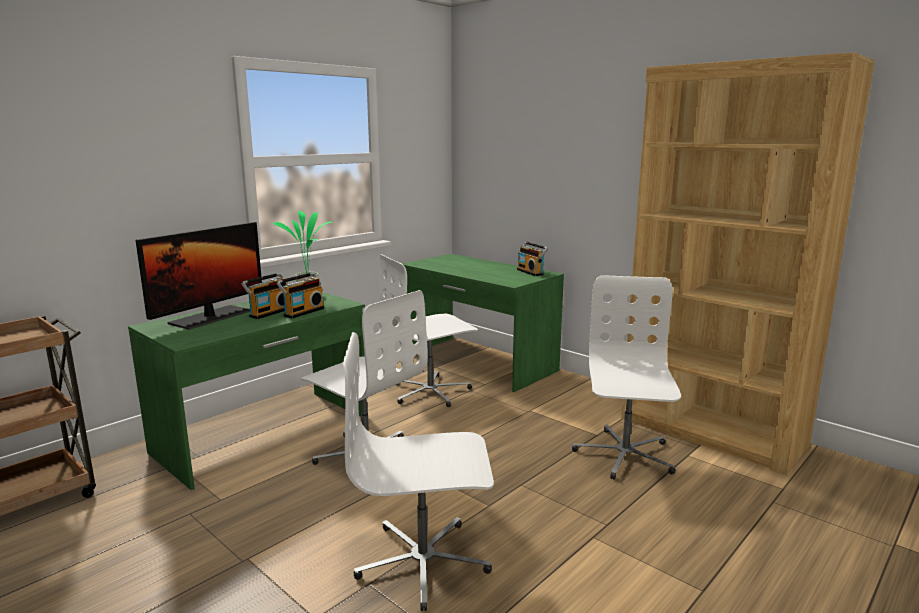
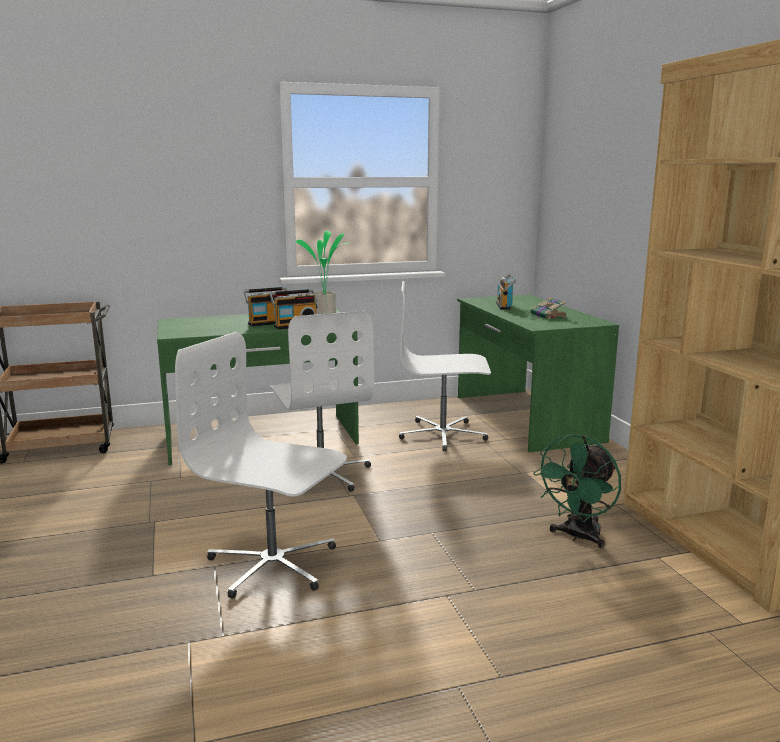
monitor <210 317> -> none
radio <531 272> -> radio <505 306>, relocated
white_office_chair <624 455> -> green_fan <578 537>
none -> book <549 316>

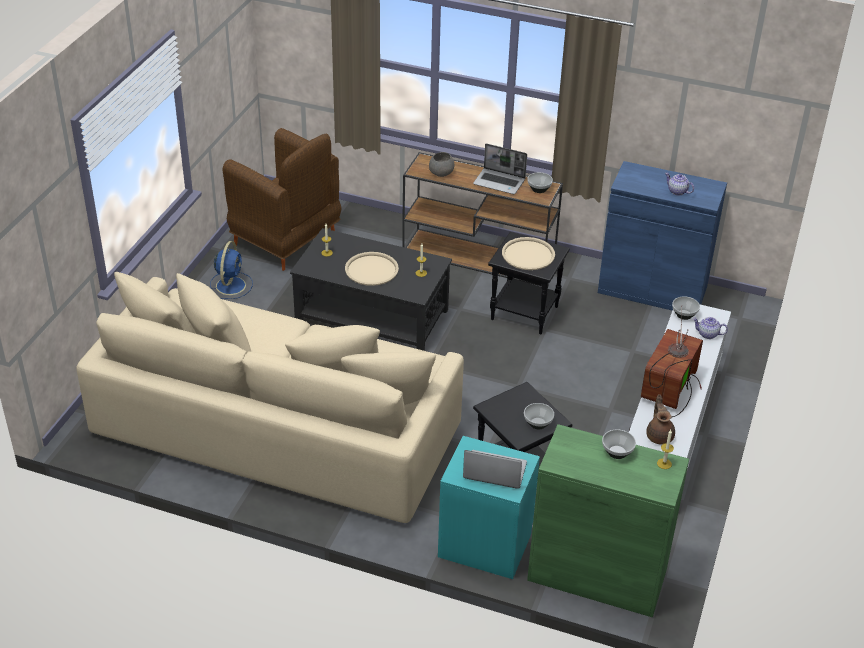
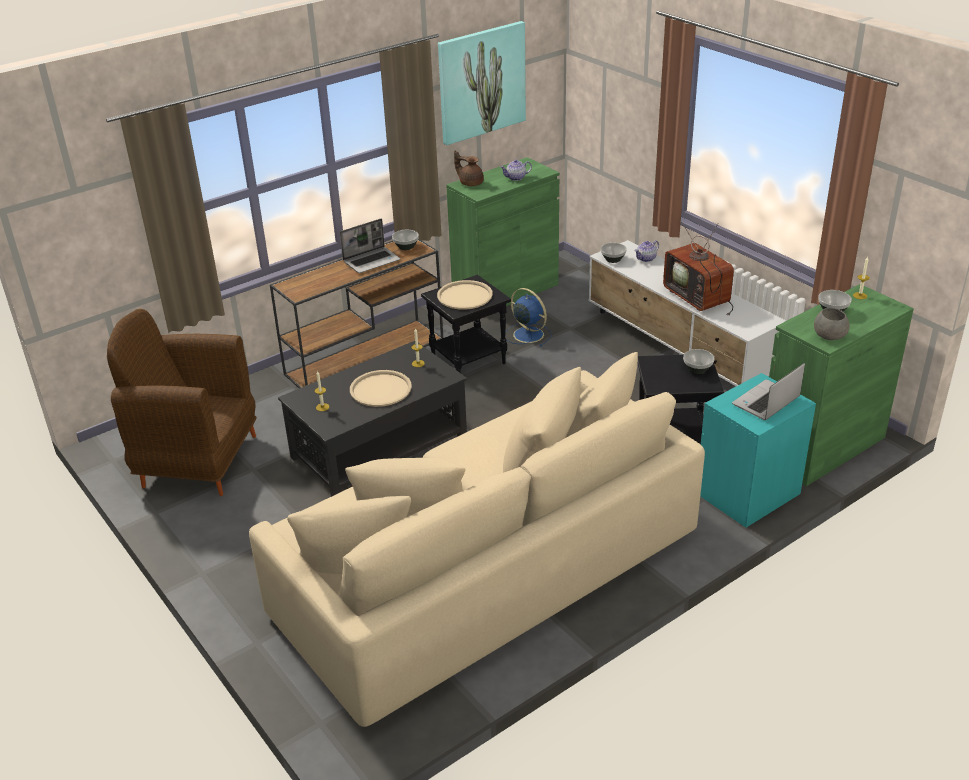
brown_armchair <286 241> -> brown_armchair <198 461>, 150 degrees counterclockwise
grey_bowl <441 172> -> grey_bowl <829 335>, relocated
blue_cabinet <652 290> -> green_cabinet <505 291>
blue_fan <231 285> -> blue_fan <527 334>, relocated
brown_teapot <659 435> -> brown_teapot <470 183>, relocated
none -> picture <481 82>

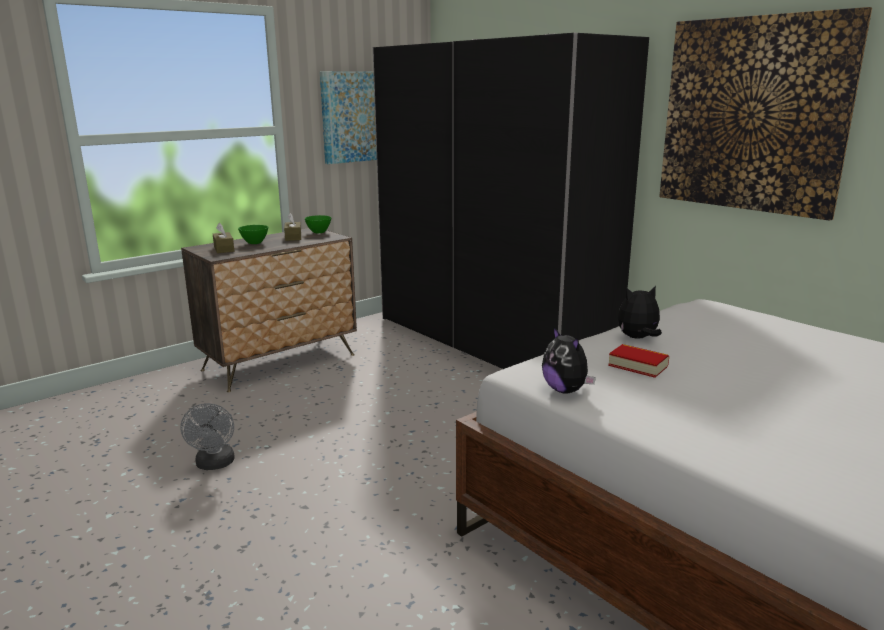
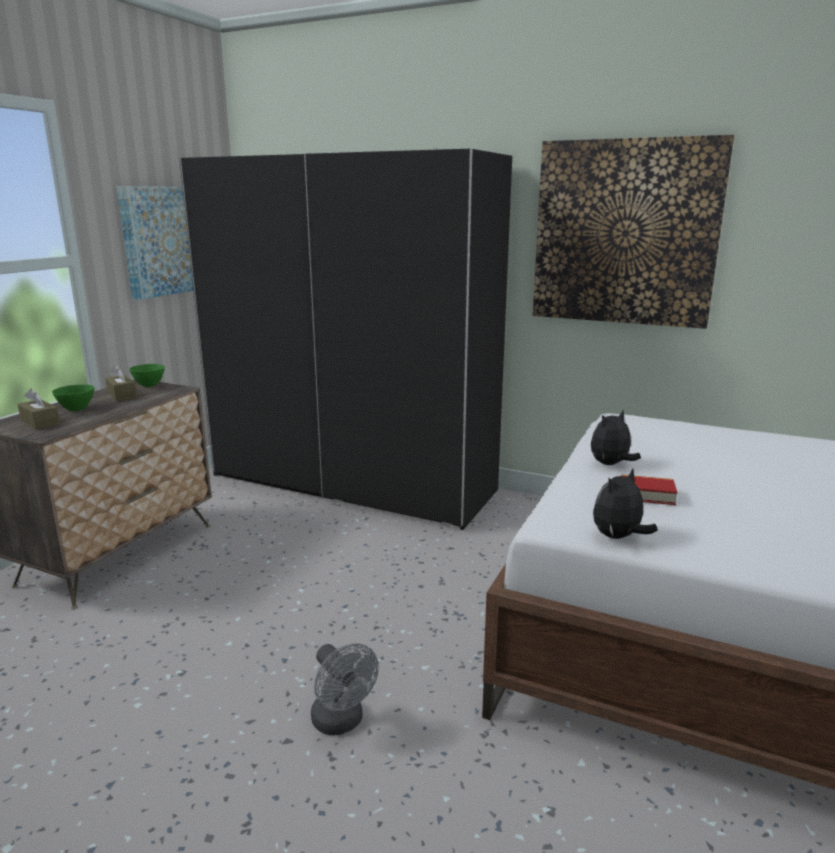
plush_toy <566 390> -> plush_toy <618 537>, 105 degrees clockwise
grey_fan <215 464> -> grey_fan <342 722>, relocated

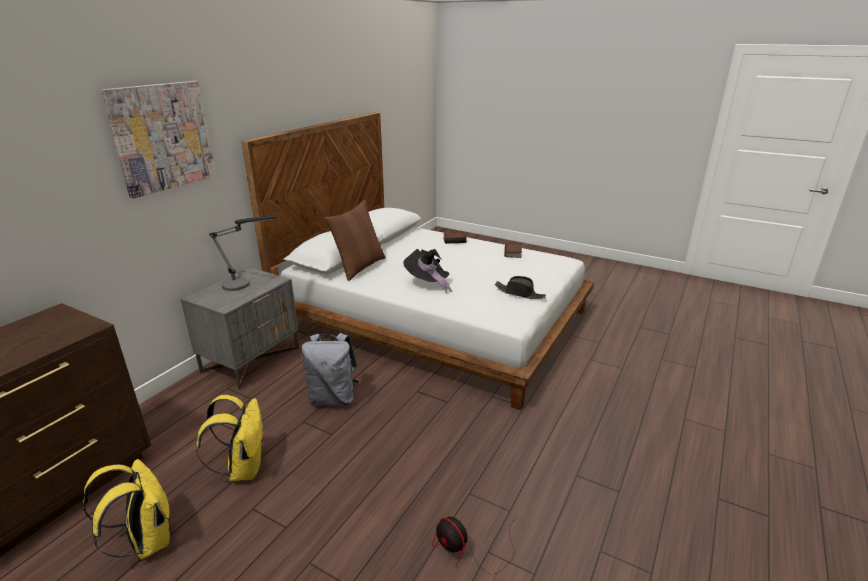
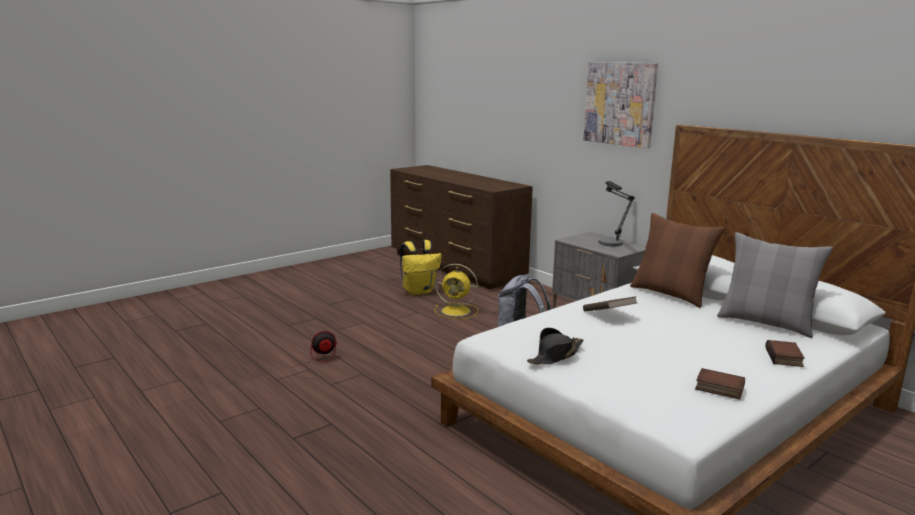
black_hat <427 283> -> brown_book <608 315>
yellow_backpack <244 468> -> yellow_fan <457 311>
none -> grey_pillow <765 323>

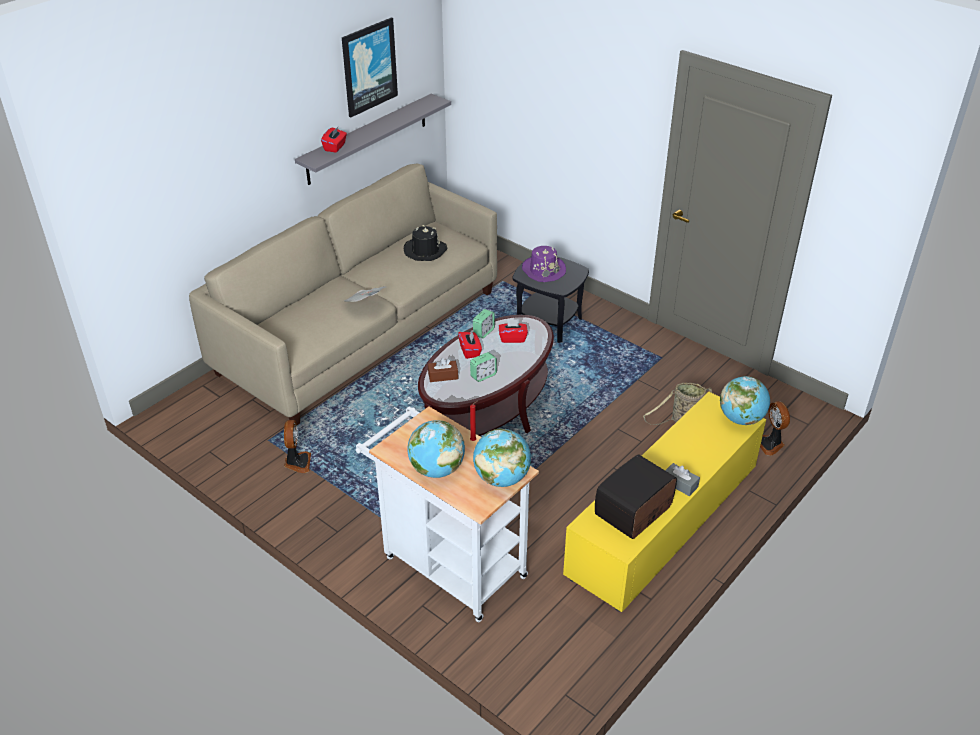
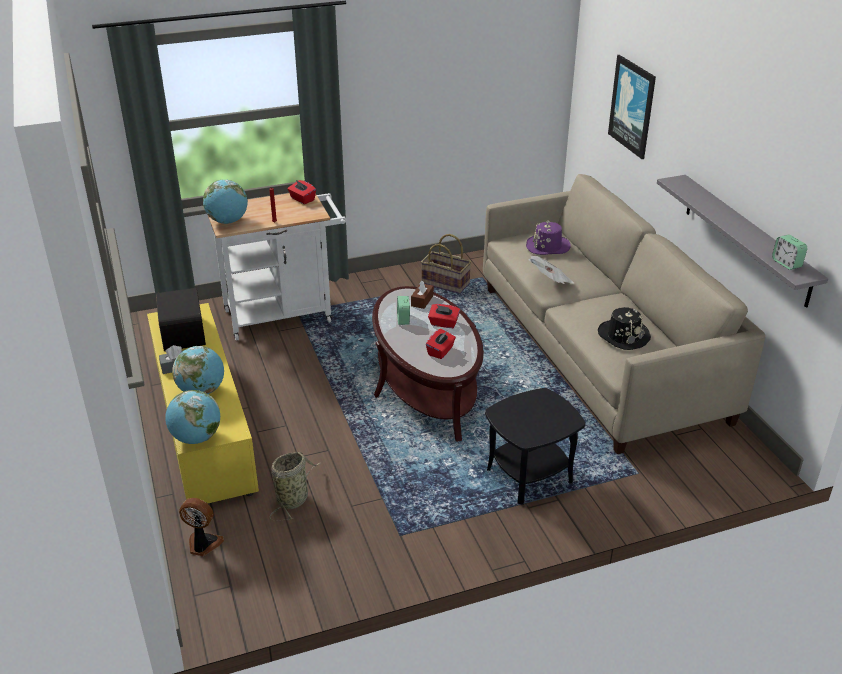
picture <369 67> -> picture <632 106>, relocated
red_tissue_box <335 147> -> red_tissue_box <302 199>, relocated
purple_hat <543 270> -> purple_hat <548 246>, relocated
alarm_clock <483 332> -> alarm_clock <786 263>, relocated
fan <297 462> -> basket <446 283>
globe <436 469> -> globe <202 391>, relocated

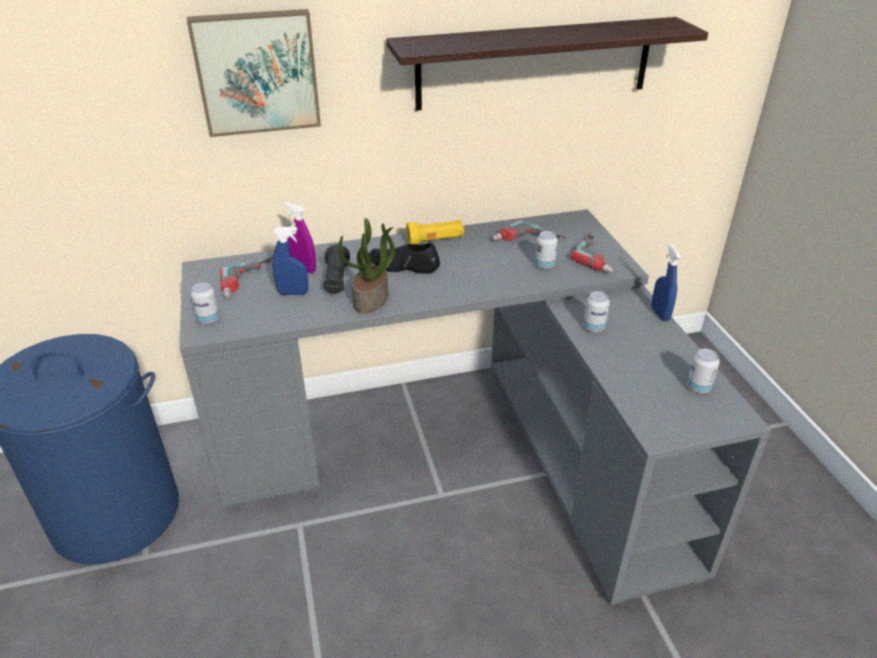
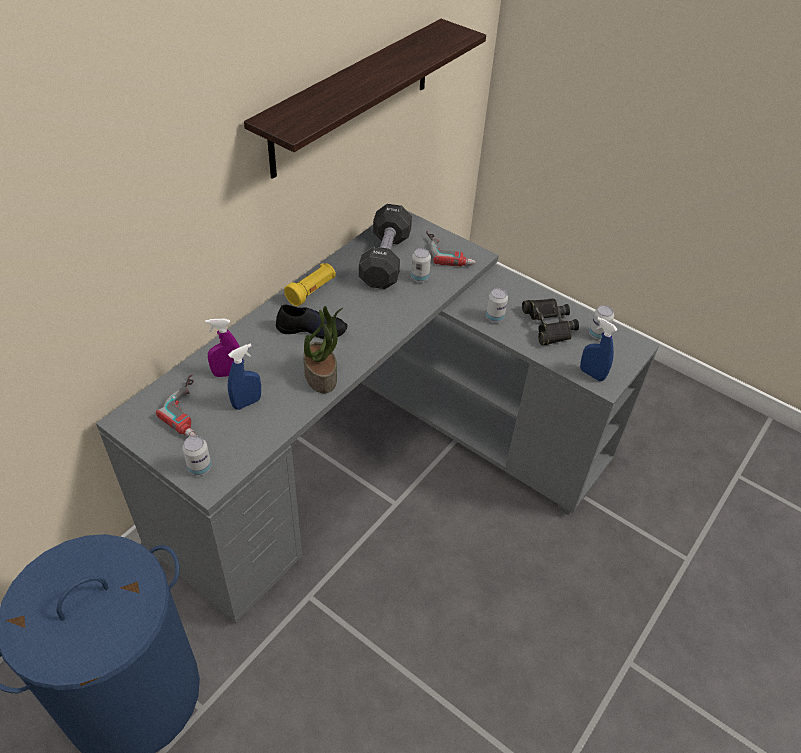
picture <257 72> -> none
power_drill <527 242> -> black_dumbbell <385 260>
blue_spray_bottle <660 314> -> blue_spray_bottle <591 374>, relocated
black_shoe <404 266> -> black_shoe <312 329>, 150 degrees counterclockwise
black_flashlight <336 280> -> none
none -> black_binoculars <548 325>

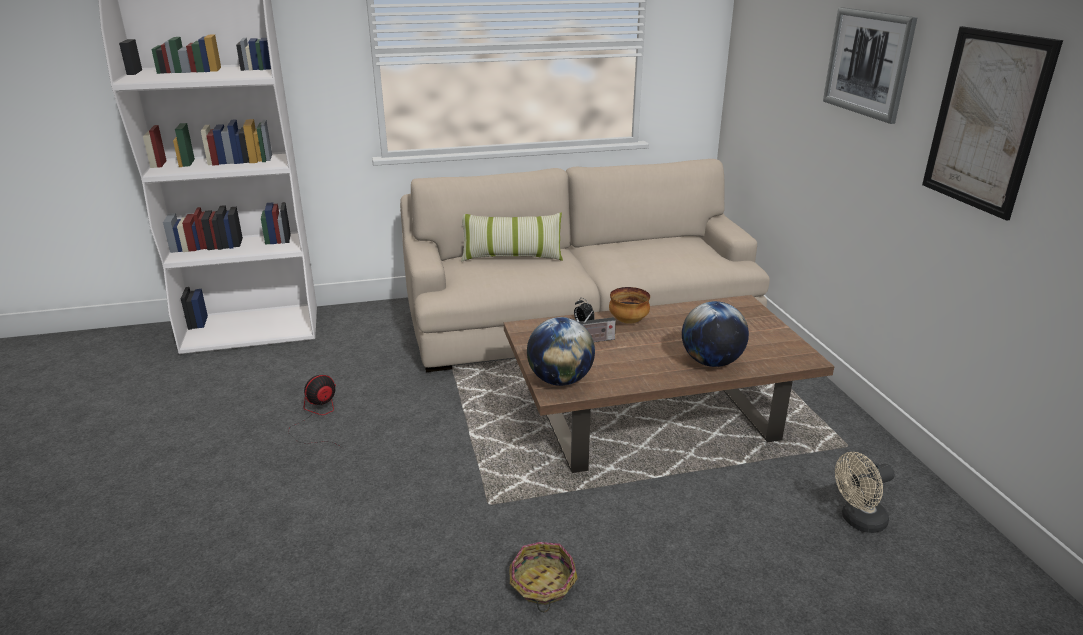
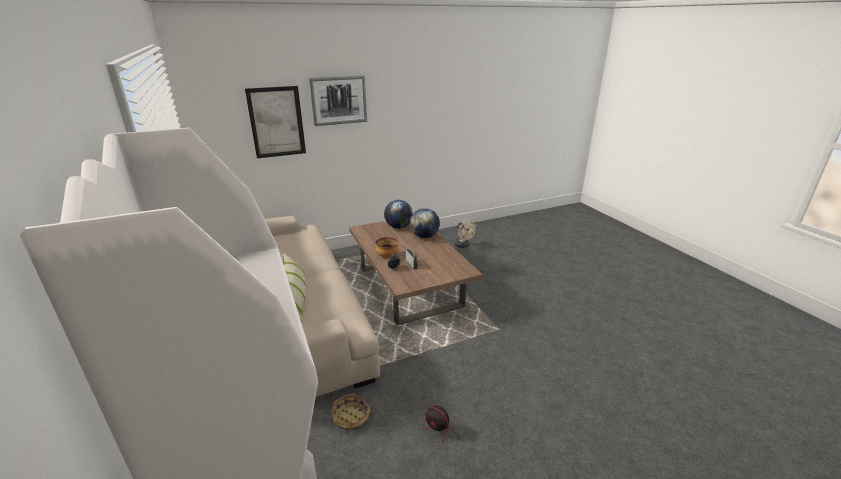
picture <985 121> -> picture <276 122>, relocated
globe <560 380> -> globe <398 227>, relocated
basket <542 585> -> basket <351 418>, relocated

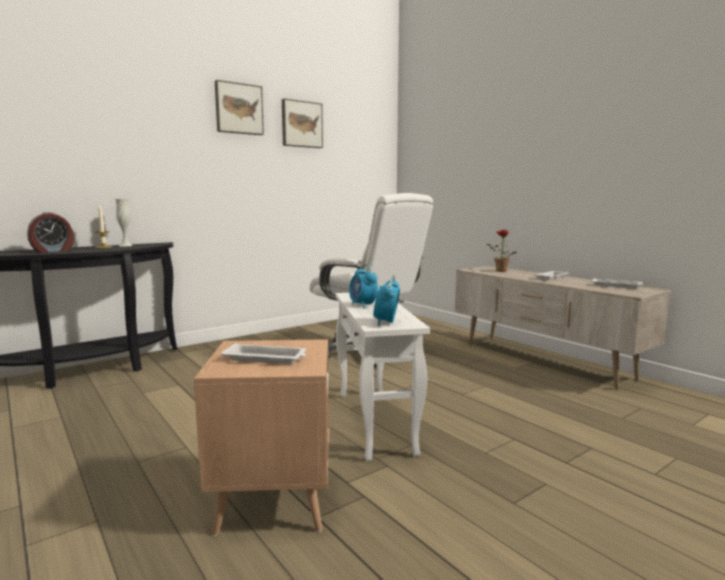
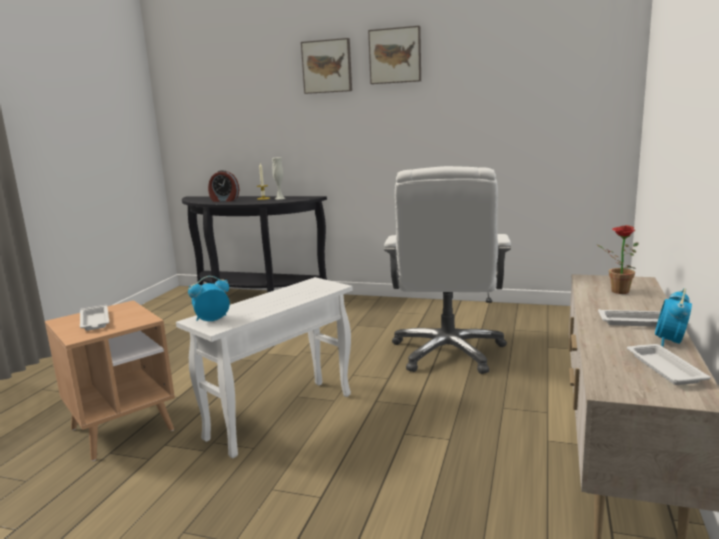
picture <301 124> -> picture <327 66>, relocated
alarm_clock <363 305> -> alarm_clock <670 342>, relocated

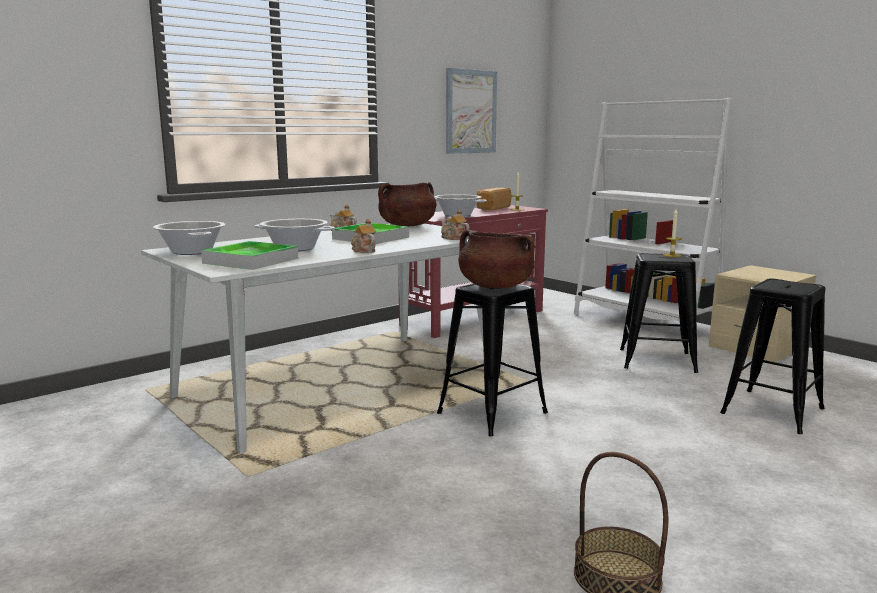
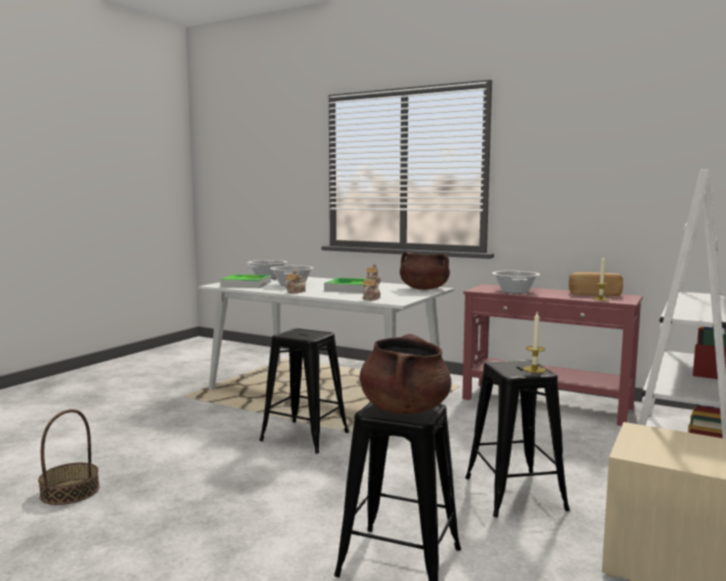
picture <471 112> -> none
brown_cooking_pot <495 287> -> brown_cooking_pot <404 409>, relocated

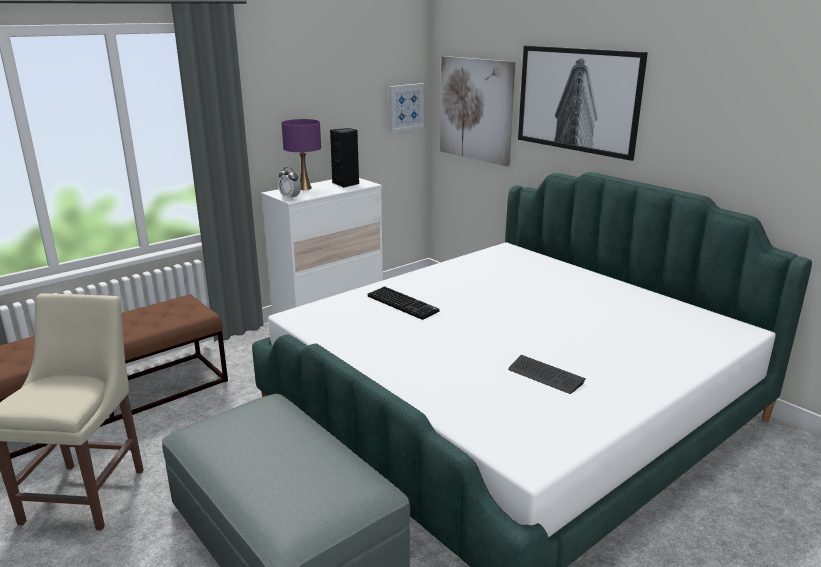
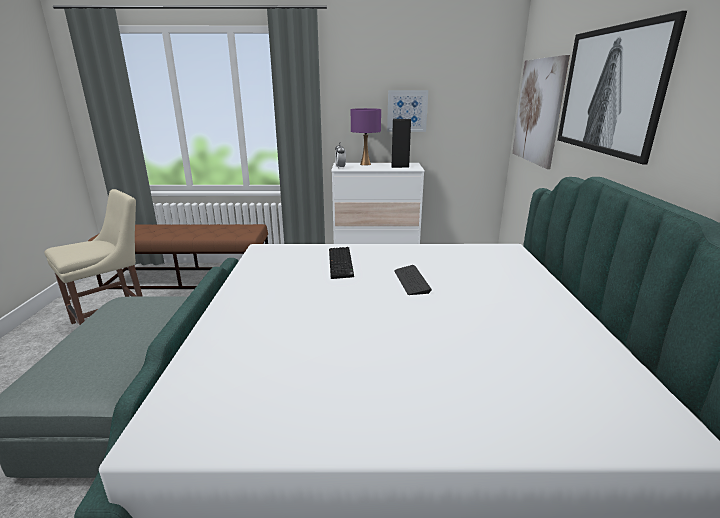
picture <406 107> -> picture <407 111>, relocated
keyboard <545 375> -> keyboard <411 281>, relocated

